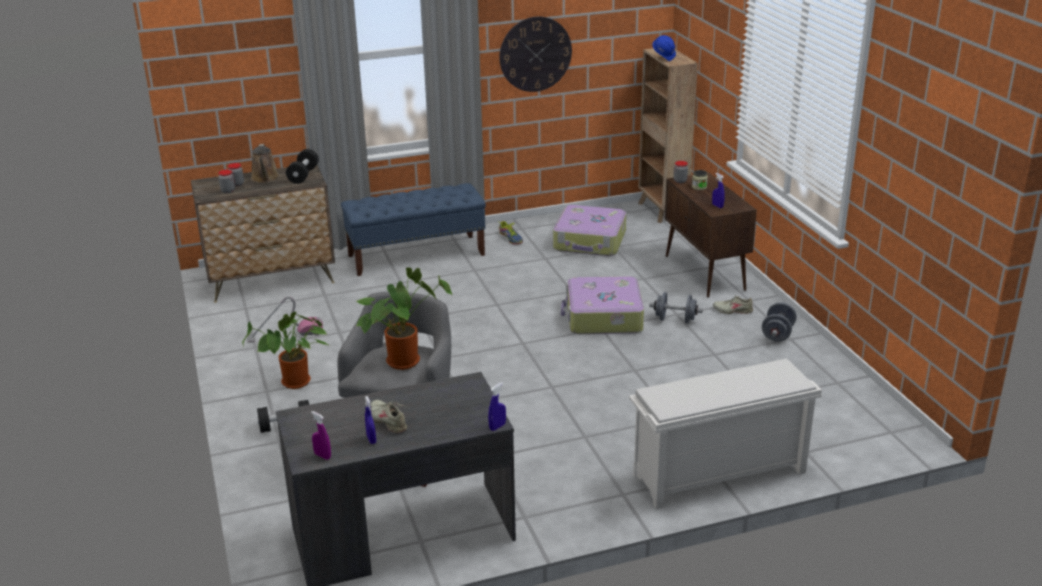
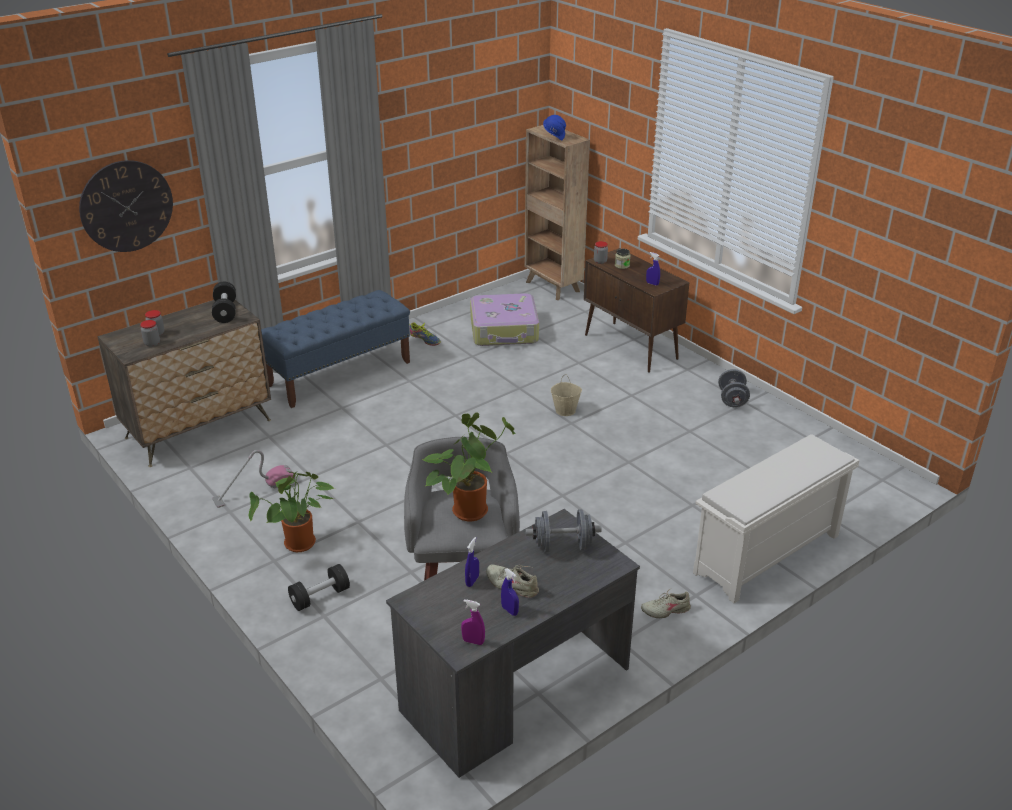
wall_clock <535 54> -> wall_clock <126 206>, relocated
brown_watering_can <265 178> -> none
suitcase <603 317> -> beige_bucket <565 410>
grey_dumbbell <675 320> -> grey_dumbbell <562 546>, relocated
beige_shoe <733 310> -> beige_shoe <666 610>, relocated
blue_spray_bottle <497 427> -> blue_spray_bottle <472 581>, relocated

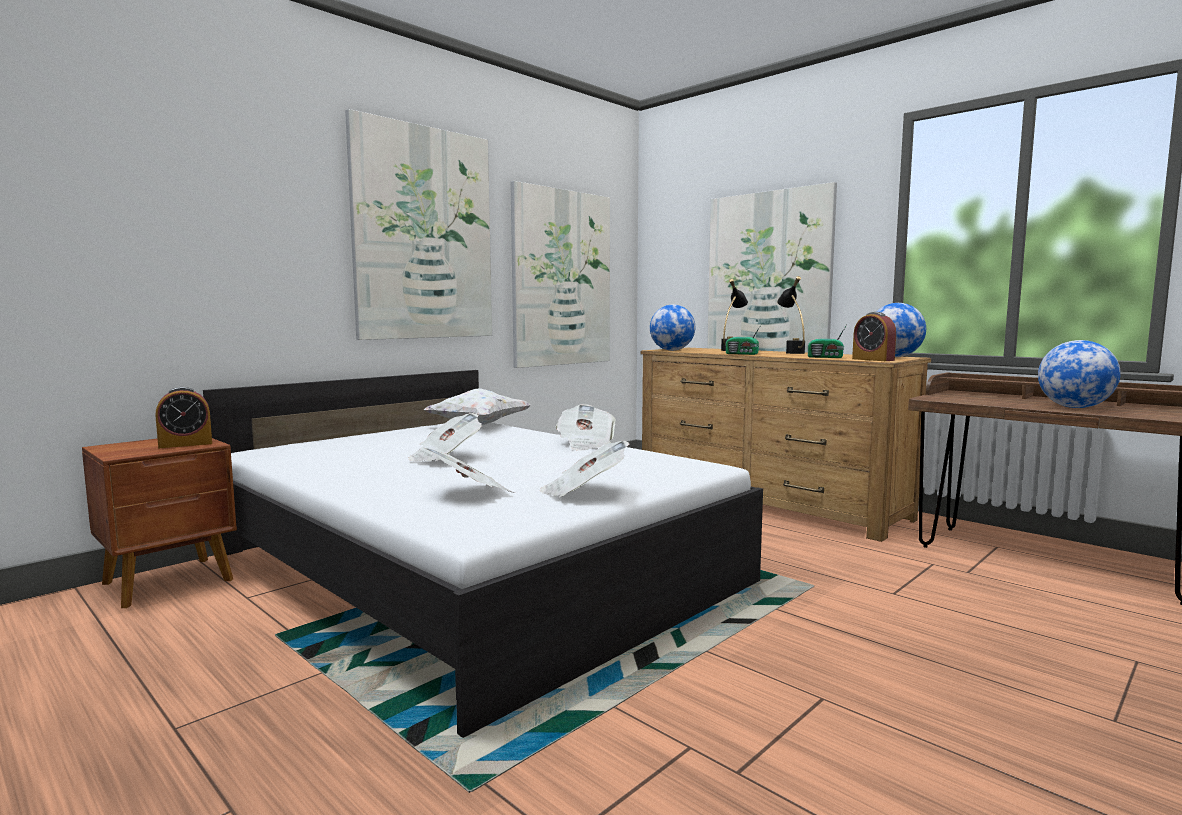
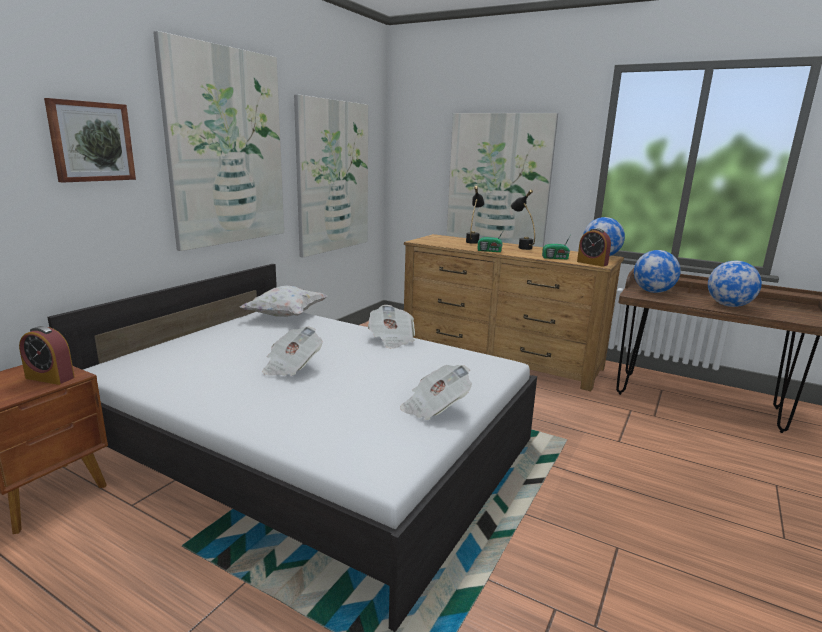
globe <672 350> -> globe <653 292>, relocated
alarm_clock <185 444> -> alarm_clock <50 378>, 60 degrees clockwise
newspaper <470 493> -> none
none -> picture <91 141>

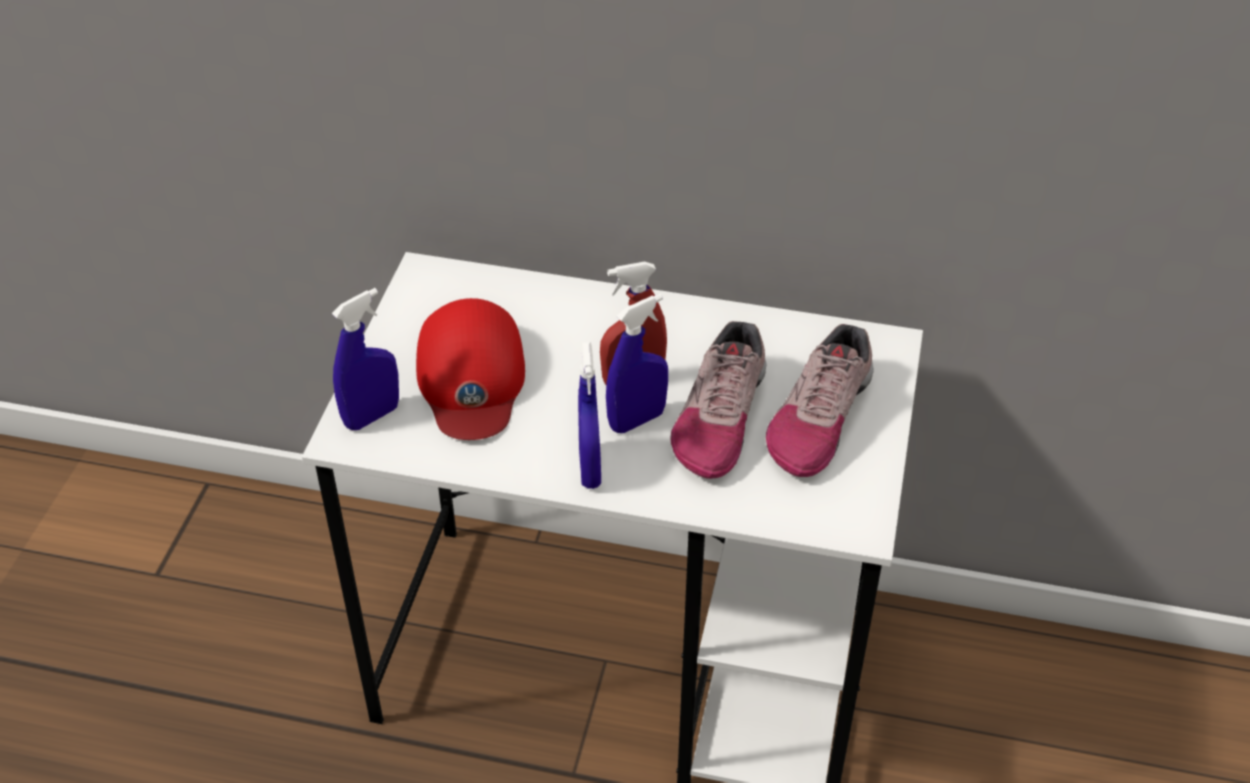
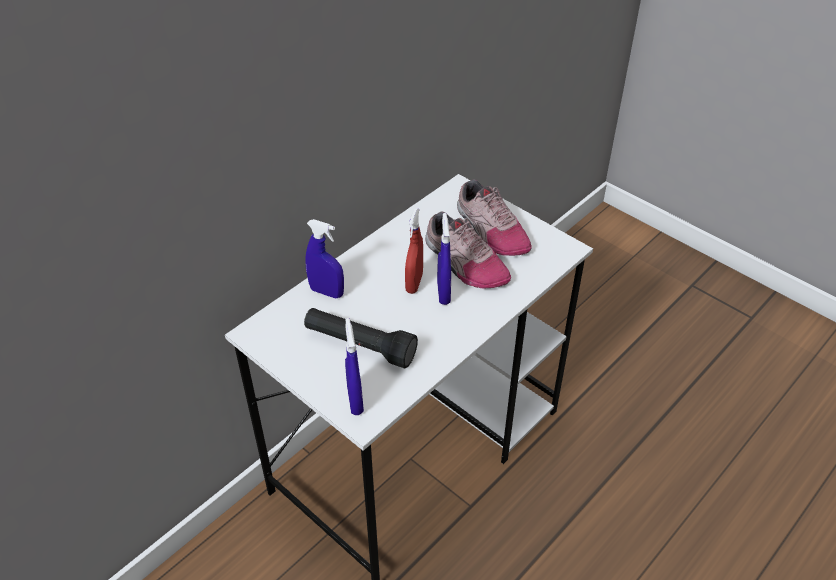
red_cap <471 378> -> black_flashlight <359 346>
blue_spray_bottle <590 468> -> blue_spray_bottle <326 292>, relocated

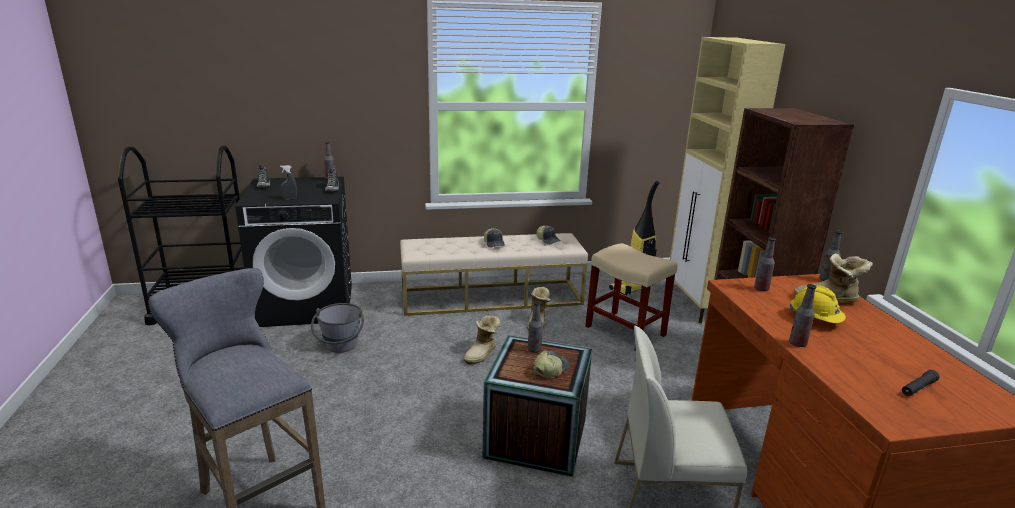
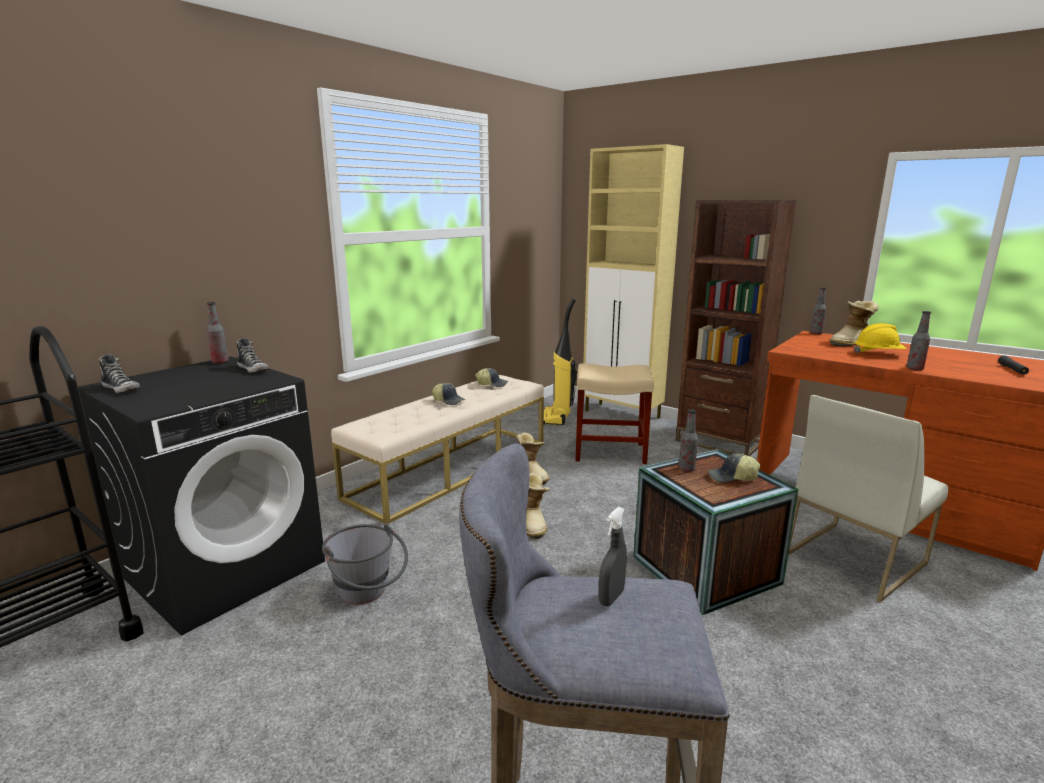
grey_spray_bottle <289 199> -> grey_spray_bottle <611 597>, relocated
bottle <761 289> -> none
cap <550 369> -> cap <732 478>, 90 degrees counterclockwise

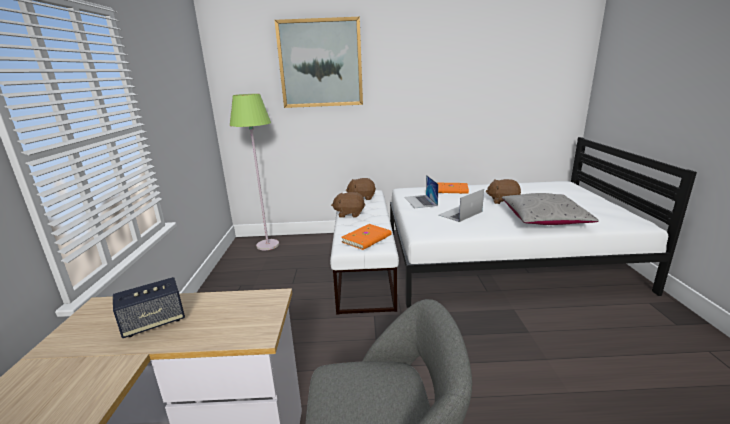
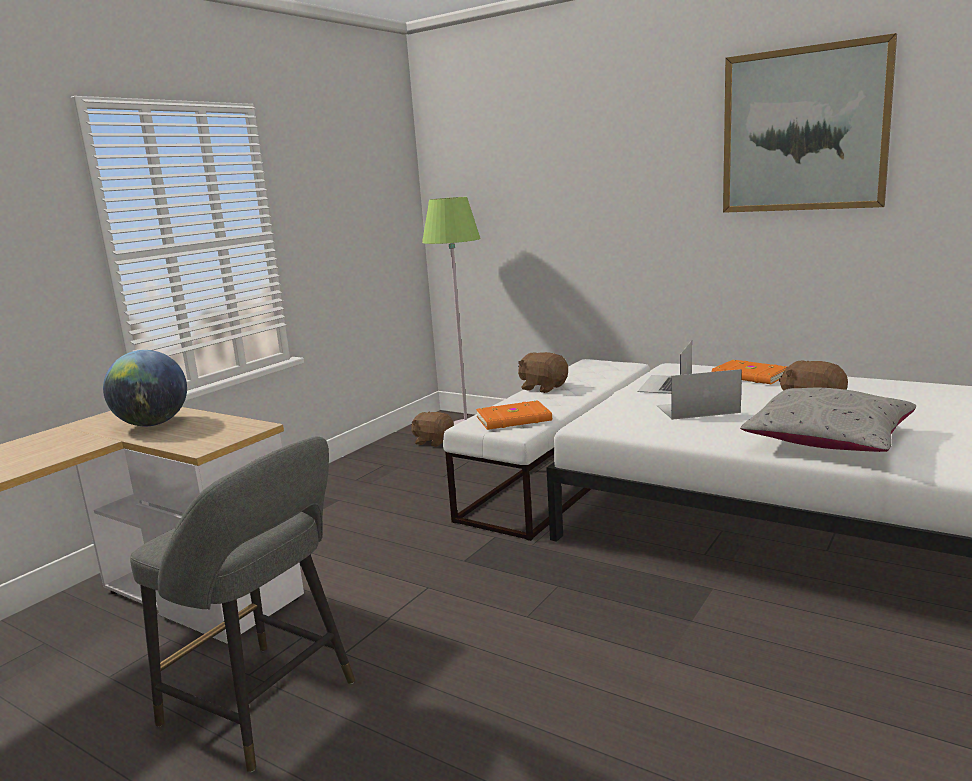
picture <320 63> -> picture <804 130>, relocated
brown_plush_toy <361 197> -> brown_plush_toy <433 441>, relocated
speaker <154 322> -> globe <153 424>

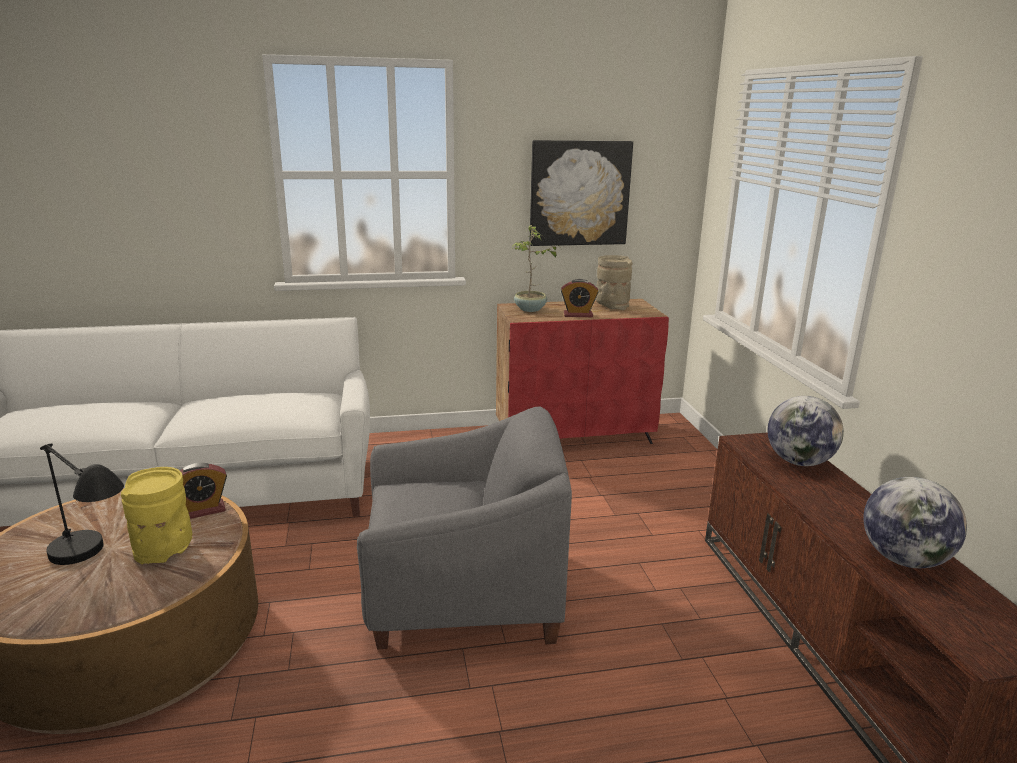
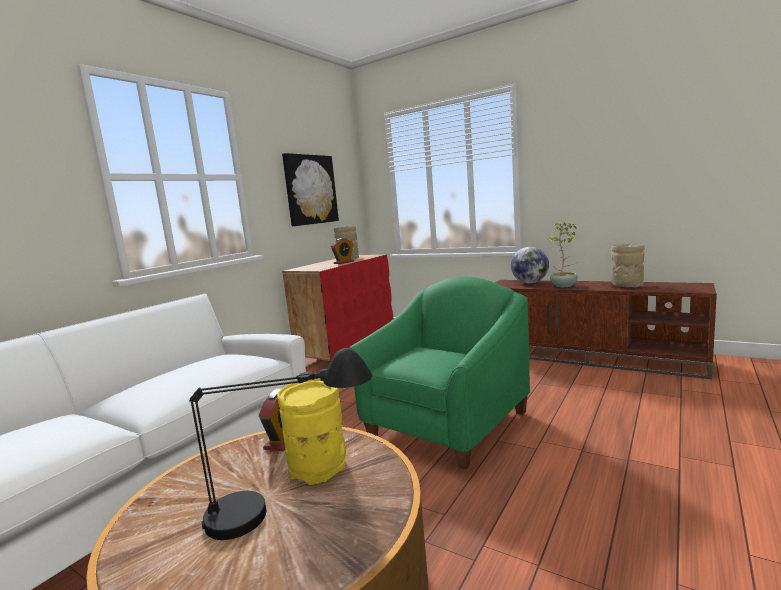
potted_plant <530 309> -> potted_plant <564 286>, relocated
grey_armchair <463 594> -> green_armchair <447 425>
globe <903 559> -> beige_vase <626 286>

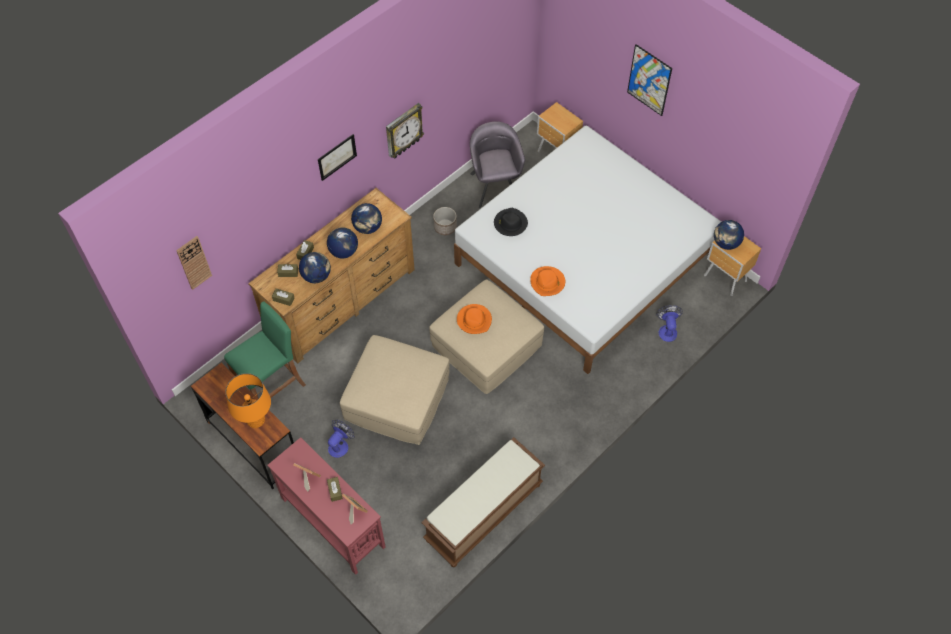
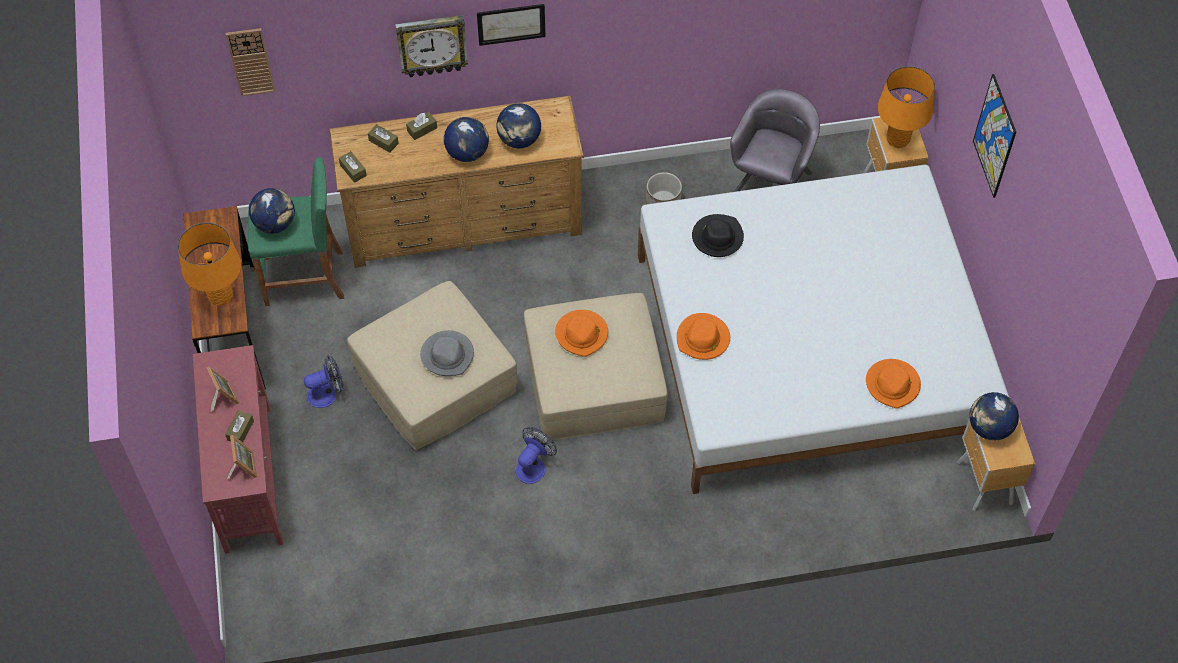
wall_clock <403 131> -> wall_clock <432 45>, relocated
globe <316 276> -> globe <275 223>, relocated
fan <667 330> -> fan <533 465>, relocated
brown_bench <483 513> -> none
none -> orange_table_lamp <898 139>
none -> grey_hat <448 355>
none -> orange_hat <893 384>

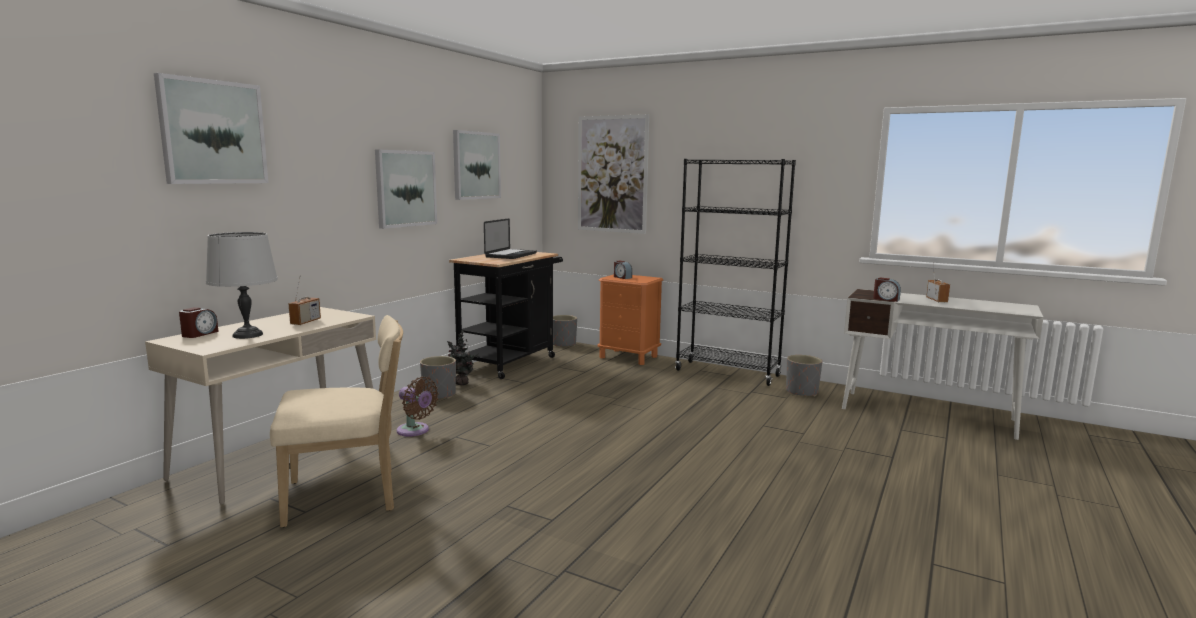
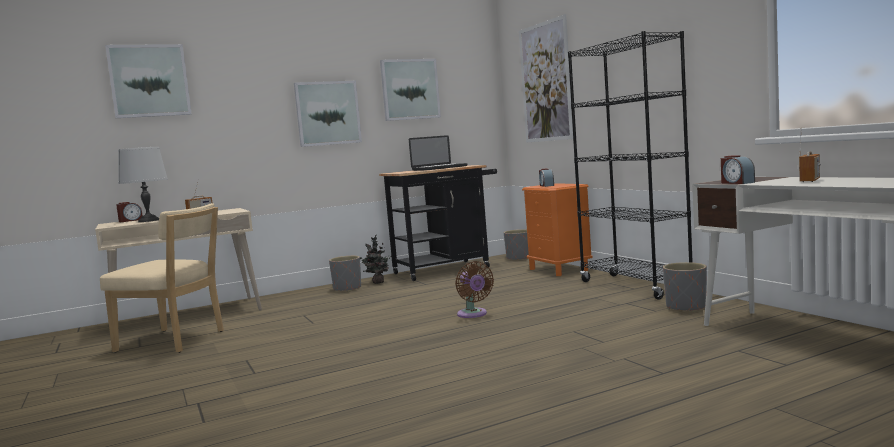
brown_fan <415 431> -> brown_fan <473 314>, relocated

